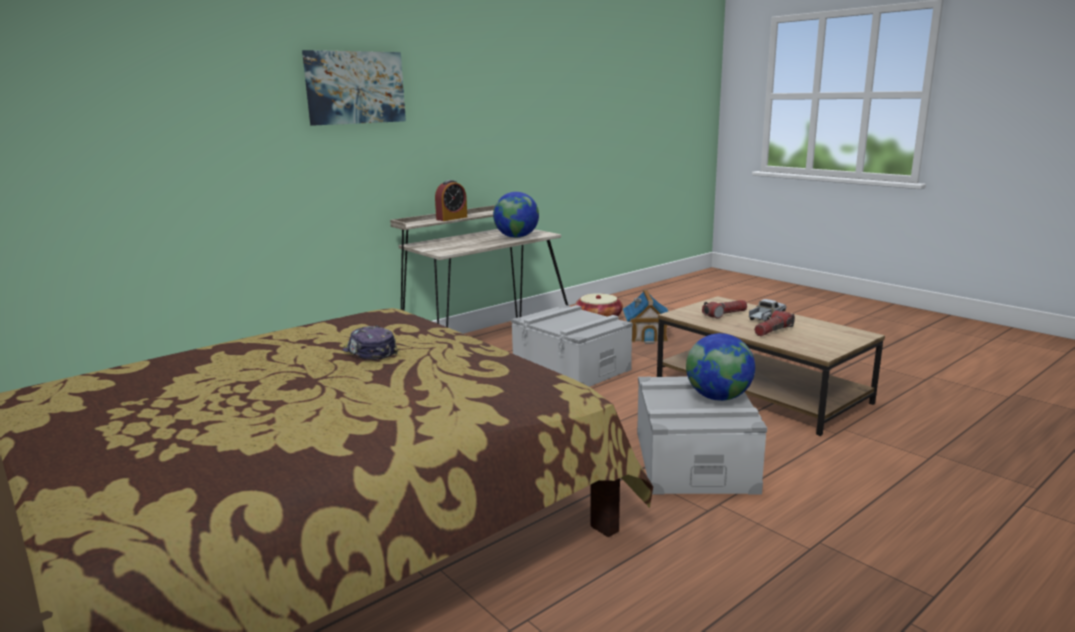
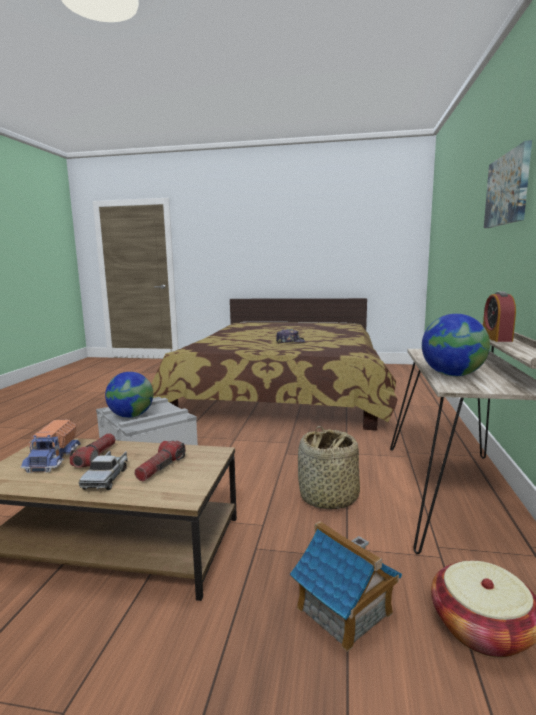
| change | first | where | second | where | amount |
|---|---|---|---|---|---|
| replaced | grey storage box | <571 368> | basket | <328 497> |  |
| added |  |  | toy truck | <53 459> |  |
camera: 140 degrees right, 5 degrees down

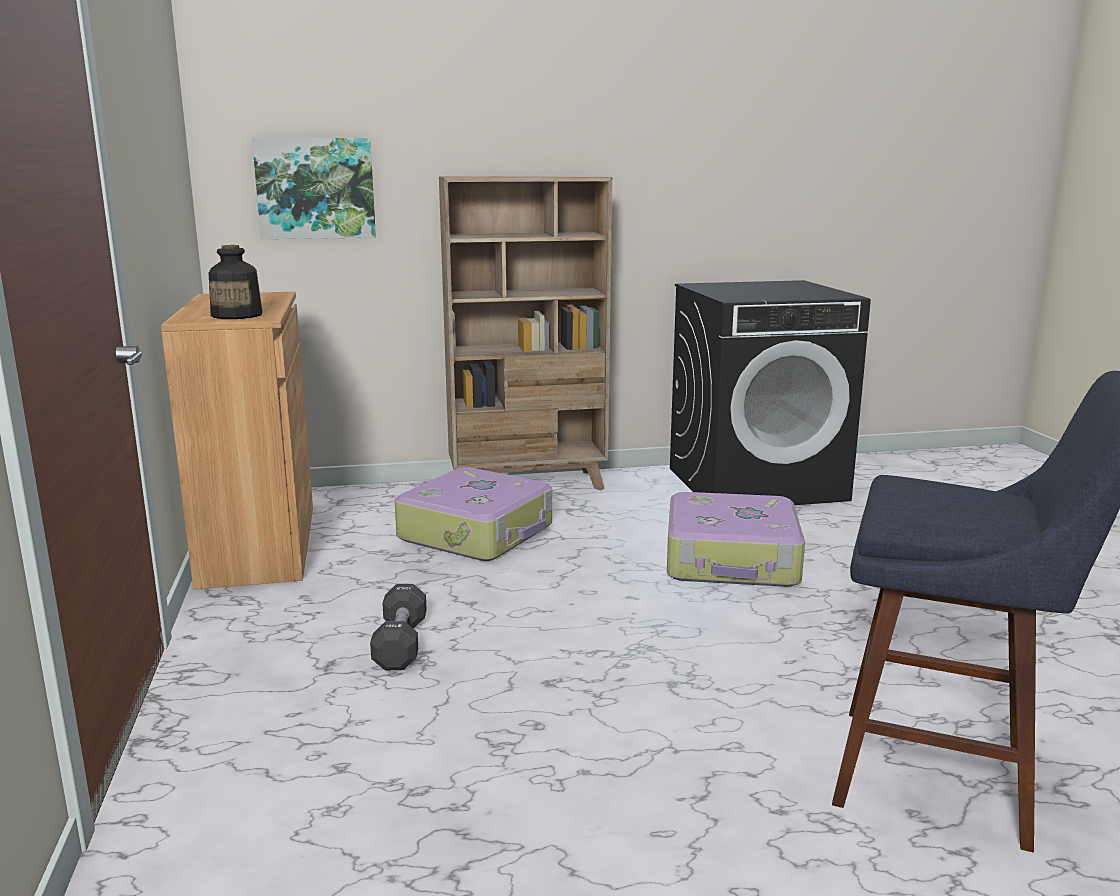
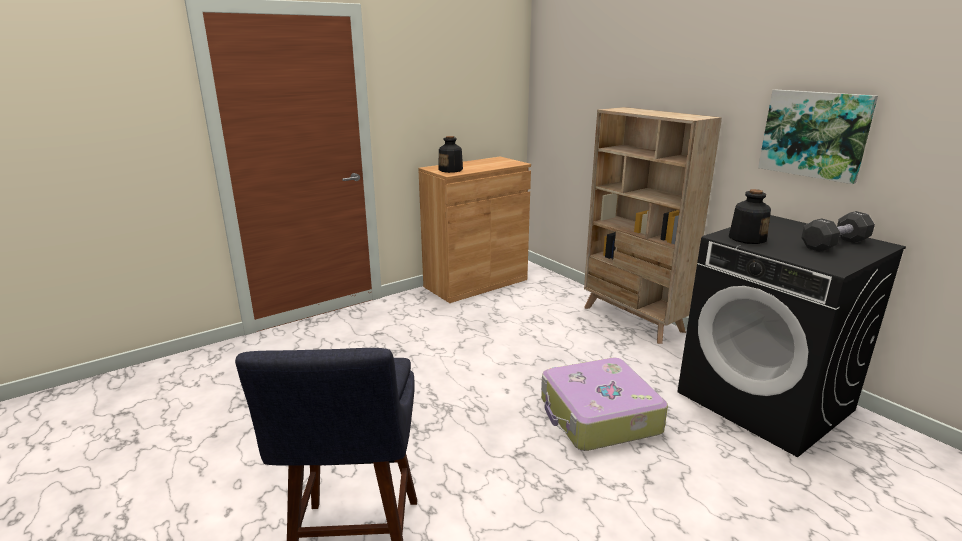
| change | first | where | second | where | amount |
|---|---|---|---|---|---|
| moved | picture | <315 188> |  | <814 134> |  |
| removed | suitcase | <478 532> |  |  |  |
| moved | black dumbbell | <400 644> |  | <834 244> |  |
| added |  |  | bottle | <746 238> |  |
camera: 65 degrees right, 5 degrees up

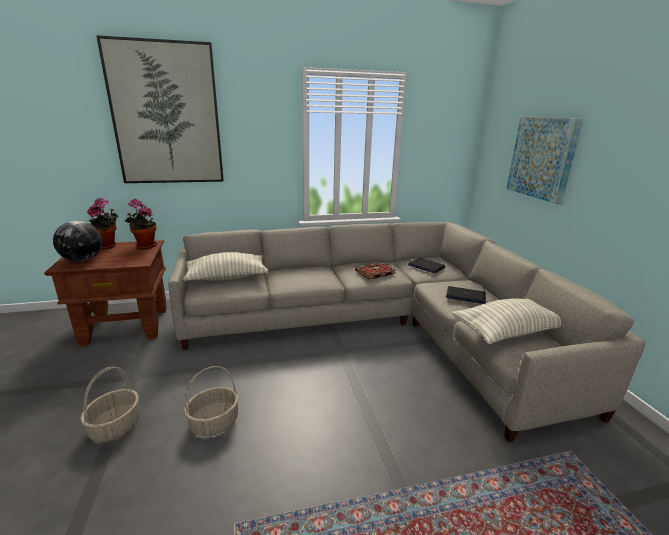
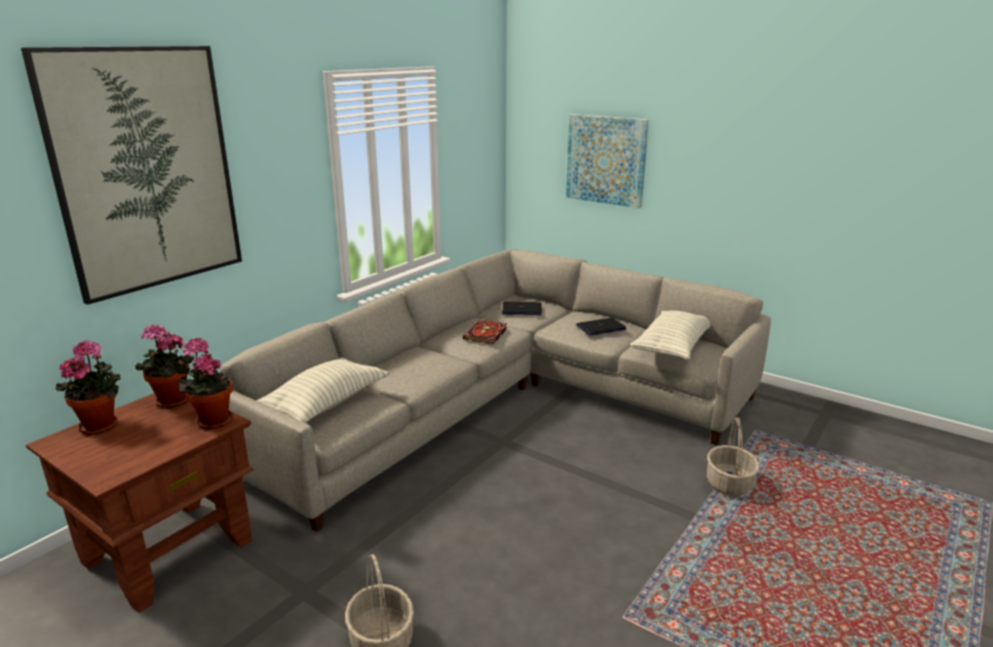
| change | first | where | second | where | amount |
|---|---|---|---|---|---|
| removed | globe | <83 260> |  |  |  |
| moved | basket | <214 423> |  | <730 484> |  |
| added |  |  | potted plant | <212 420> |  |
camera: 40 degrees left, 0 degrees up

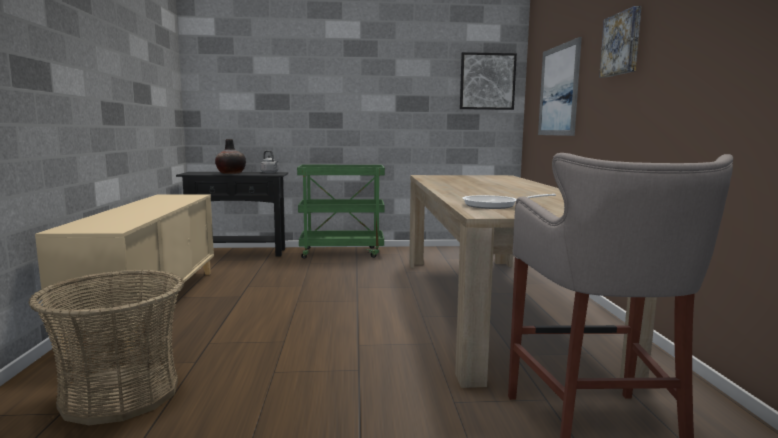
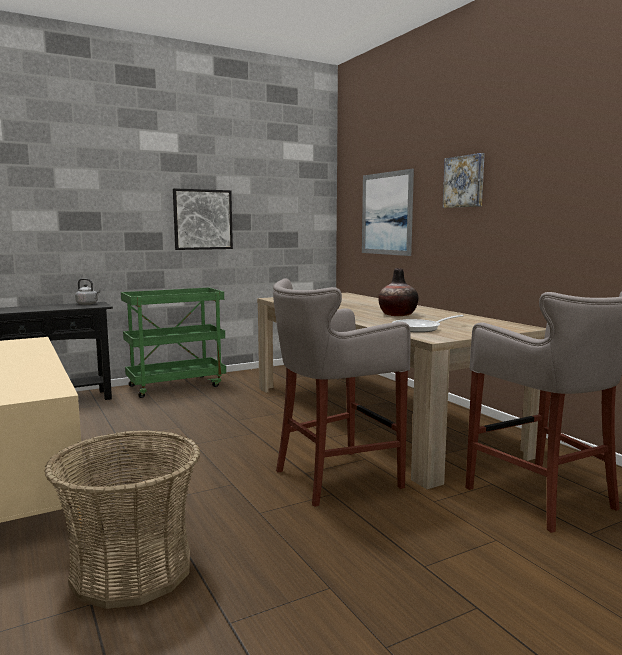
| change | first | where | second | where | amount |
|---|---|---|---|---|---|
| moved | picture | <487 81> |  | <202 219> |  |
| moved | vase | <231 173> |  | <397 315> |  |
| added |  |  | grey stool | <333 478> |  |
camera: 25 degrees left, 0 degrees up

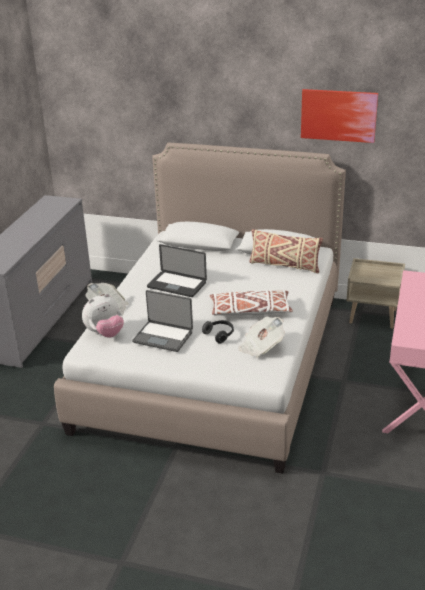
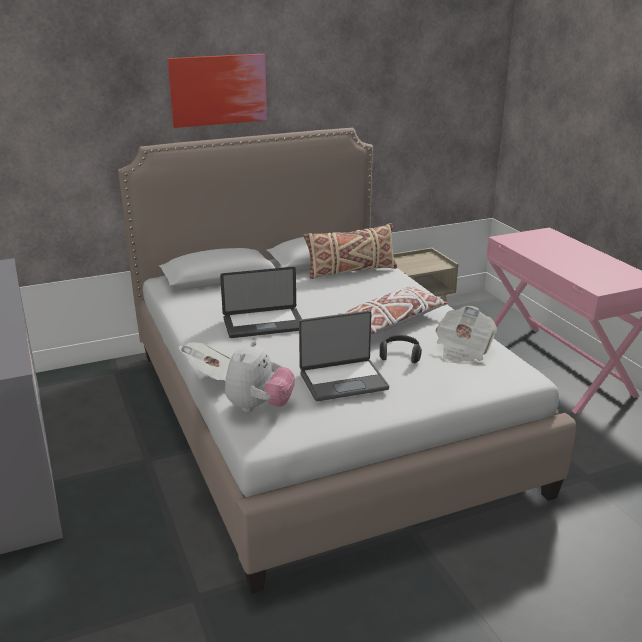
| change | first | where | second | where | amount |
|---|---|---|---|---|---|
| moved | picture | <338 115> |  | <218 90> |  |
camera: 40 degrees left, 5 degrees down

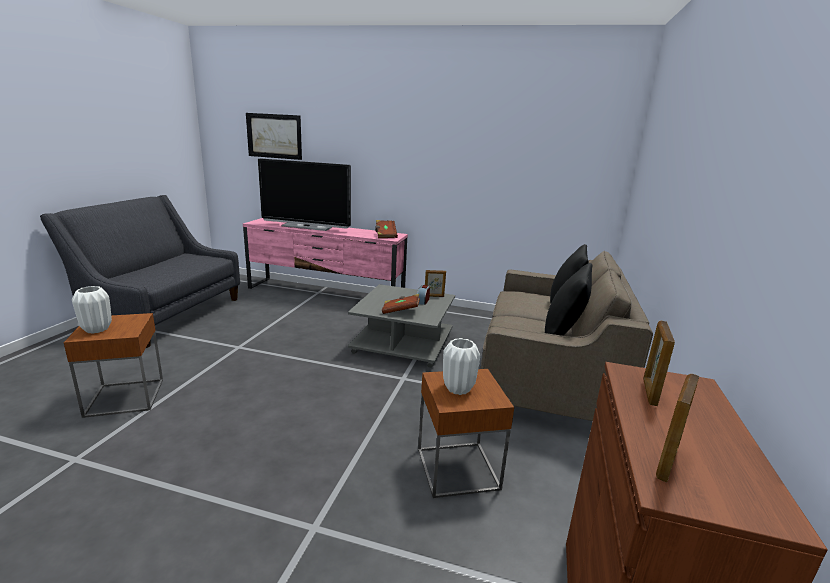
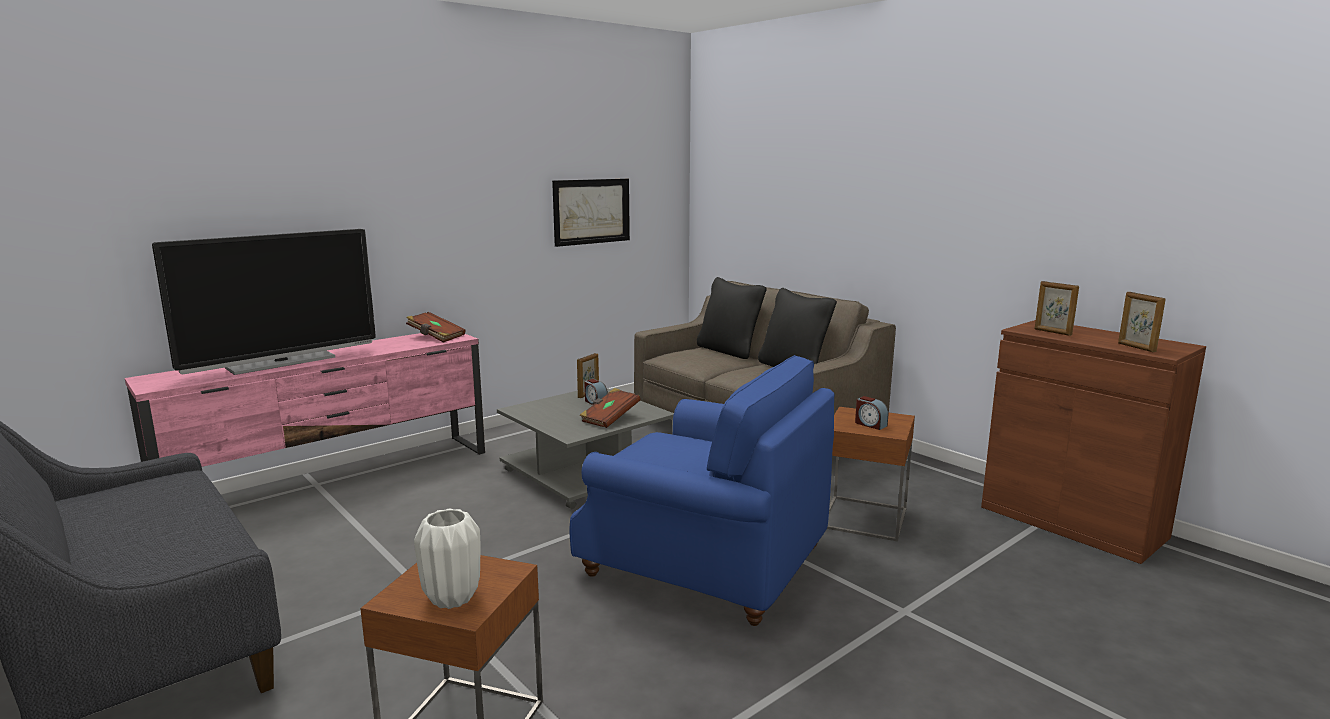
| change | first | where | second | where | amount |
|---|---|---|---|---|---|
| moved | picture | <274 136> |  | <591 211> |  |
| replaced | white vase | <458 389> | alarm clock | <870 424> |  |
| added |  |  | blue armchair | <706 561> |  |
camera: 55 degrees left, 5 degrees down

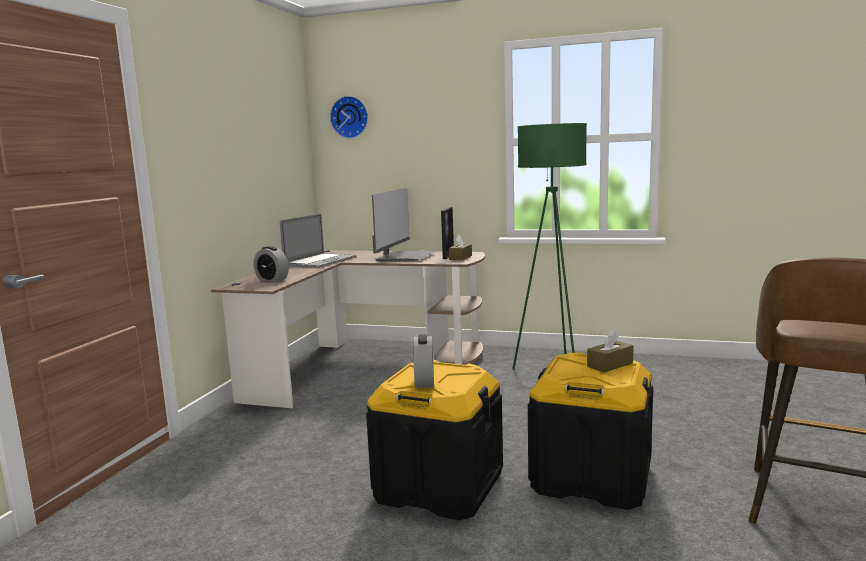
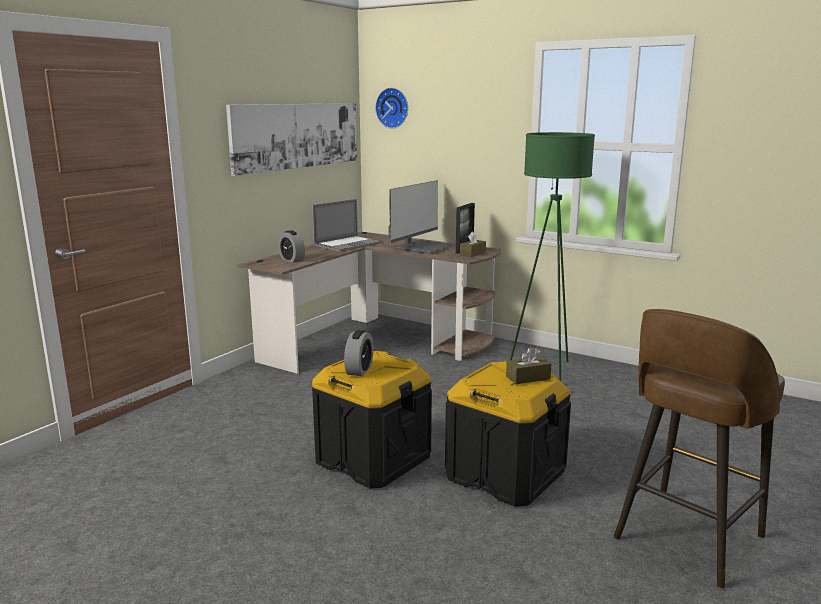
| change | first | where | second | where | amount |
|---|---|---|---|---|---|
| added |  |  | picture | <297 135> |  |
camera: 15 degrees right, 5 degrees up

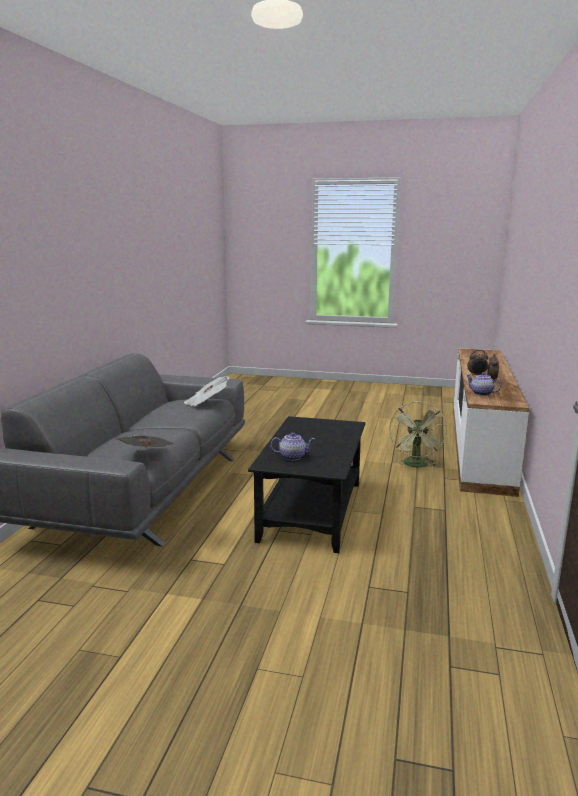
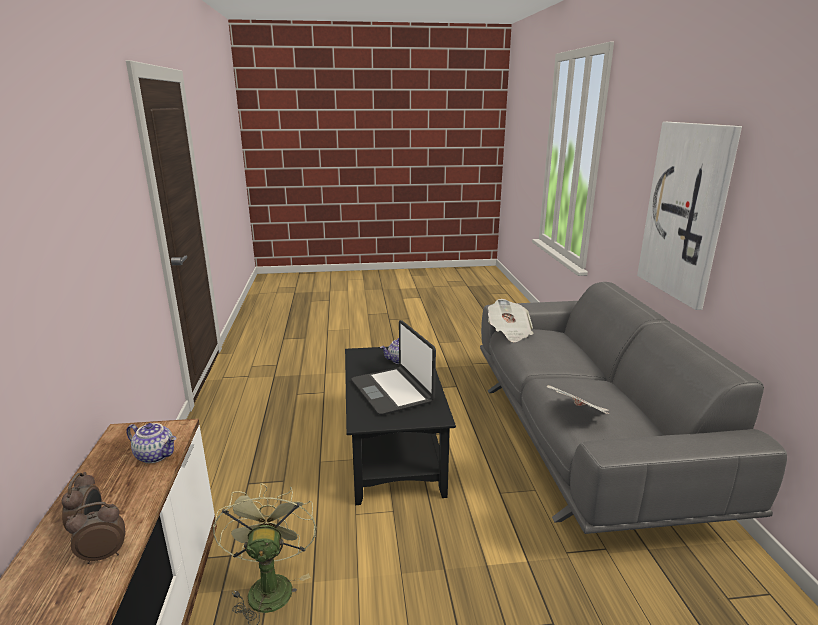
| change | first | where | second | where | amount |
|---|---|---|---|---|---|
| added |  |  | picture | <686 212> |  |
| added |  |  | laptop | <392 391> |  |
camera: 160 degrees right, 5 degrees up

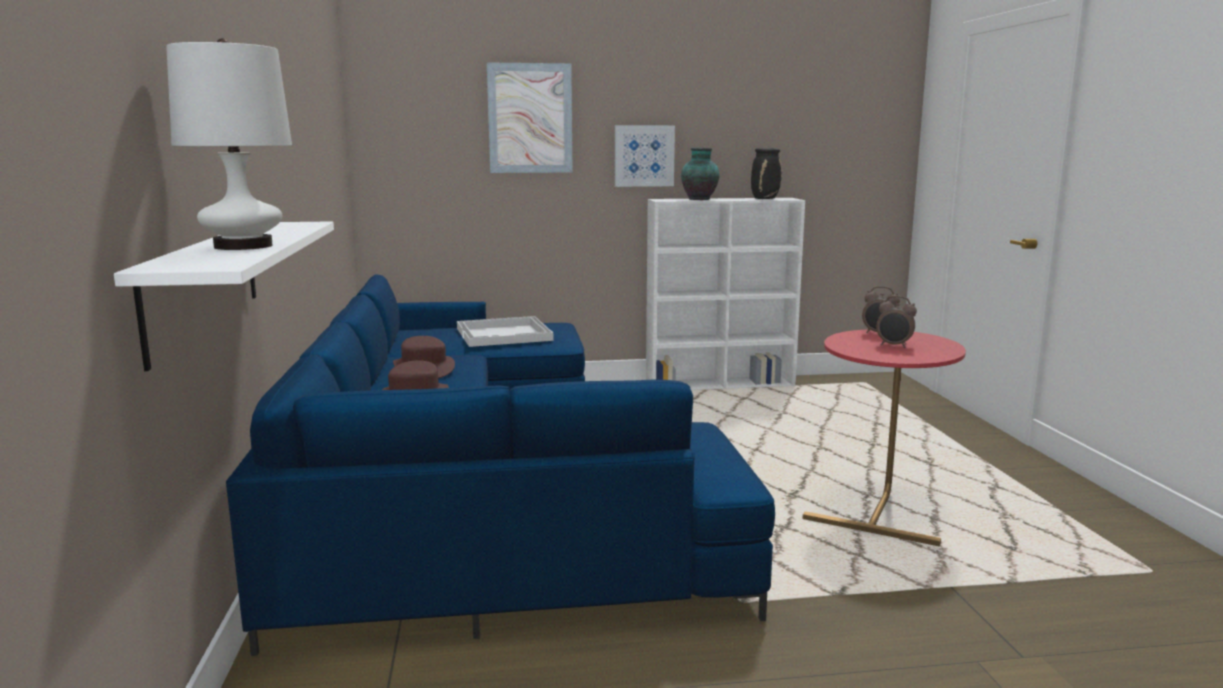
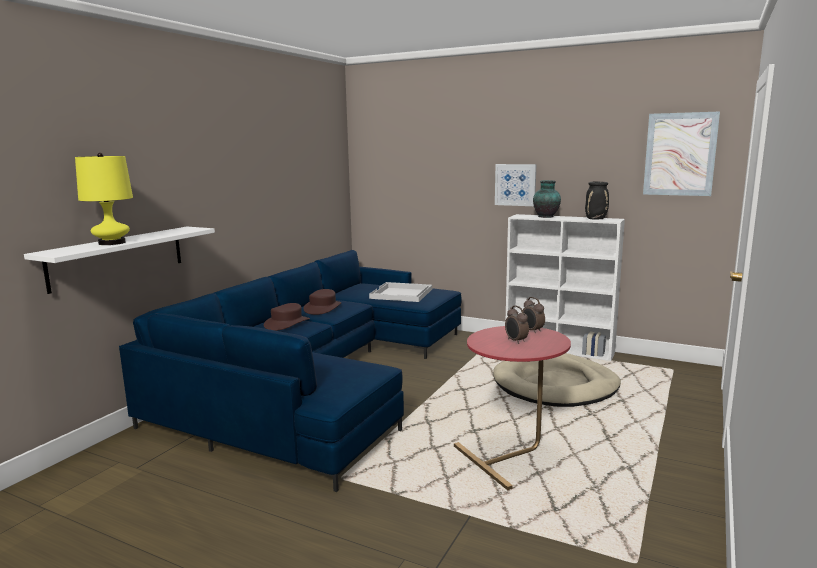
| change | first | where | second | where | amount |
|---|---|---|---|---|---|
| recoloured | white table lamp | <243 246> | yellow table lamp | <112 243> |  |
| moved | picture | <530 118> |  | <680 154> |  |
| added |  |  | beige dog bed | <555 385> |  |
camera: 35 degrees right, 0 degrees up

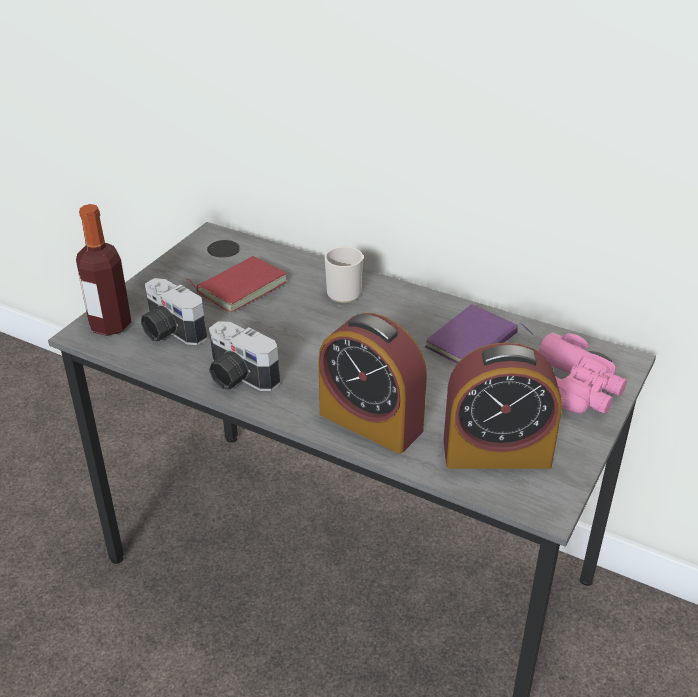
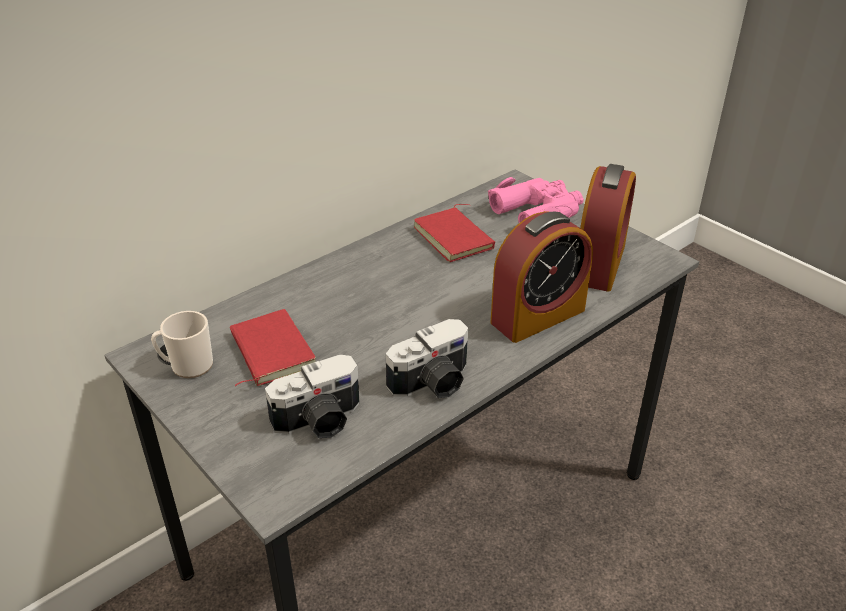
| change | first | where | second | where | amount |
|---|---|---|---|---|---|
| removed | bottle | <110 325> |  |  |  |
| moved | mug | <341 291> |  | <187 366> |  |
| recoloured | purple book | <473 343> | red book | <456 238> |  |
camera: 70 degrees left, 0 degrees up

